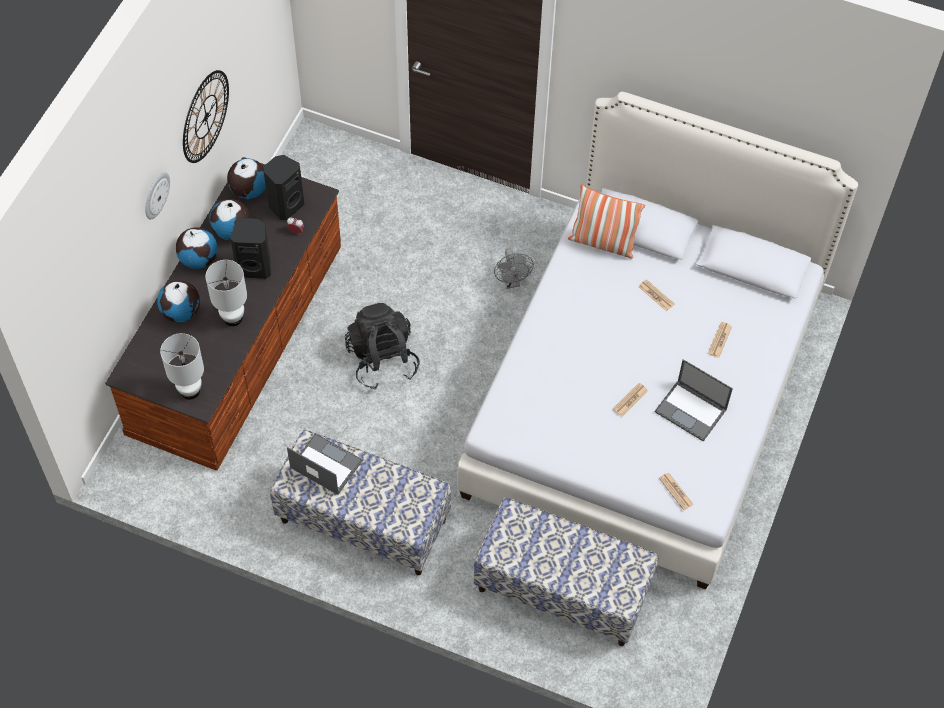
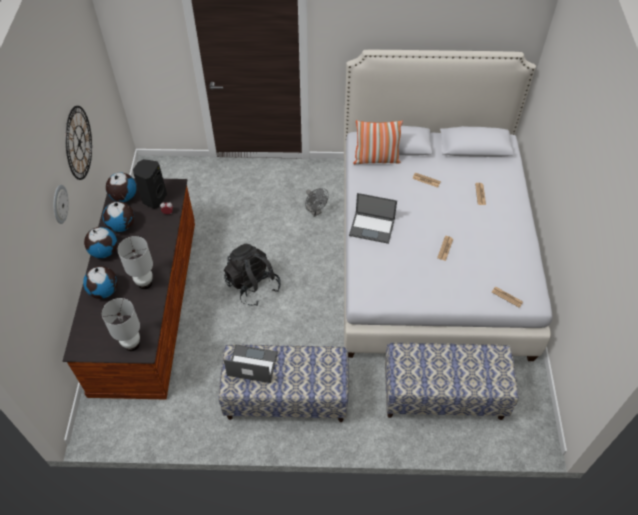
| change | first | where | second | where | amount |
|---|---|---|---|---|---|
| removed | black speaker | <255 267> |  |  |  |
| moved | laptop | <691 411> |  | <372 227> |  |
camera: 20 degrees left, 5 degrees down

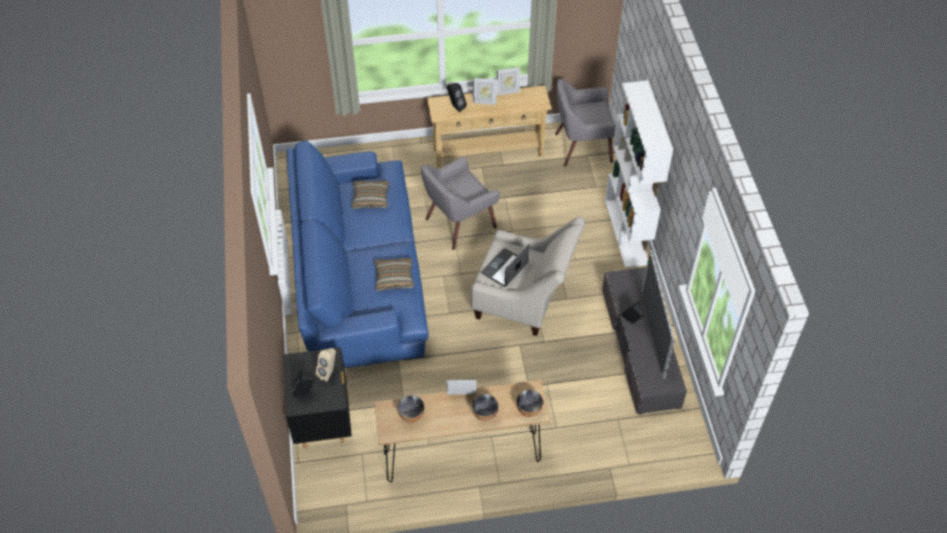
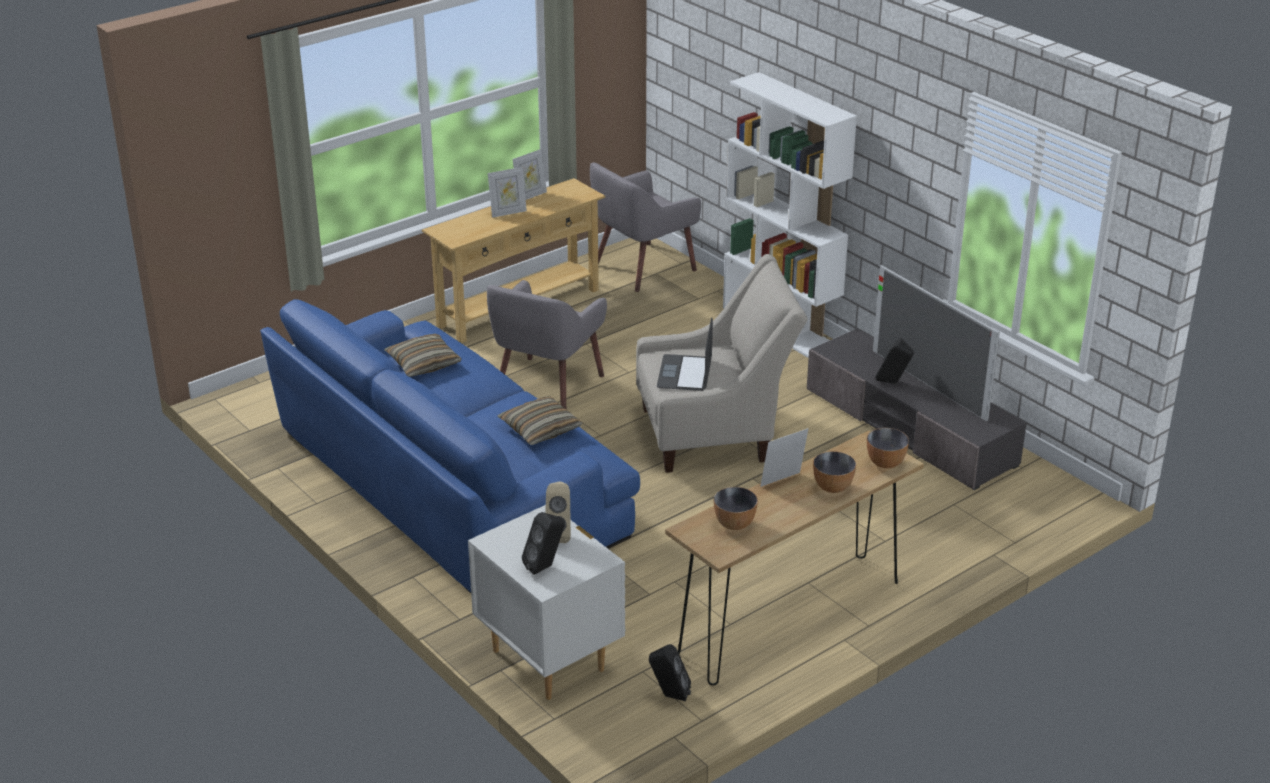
| change | first | where | second | where | amount |
|---|---|---|---|---|---|
| moved | black speaker | <455 107> |  | <669 696> |  |
| recoloured | black nightstand | <323 422> | white nightstand | <549 660> |  |
camera: 30 degrees left, 20 degrees down

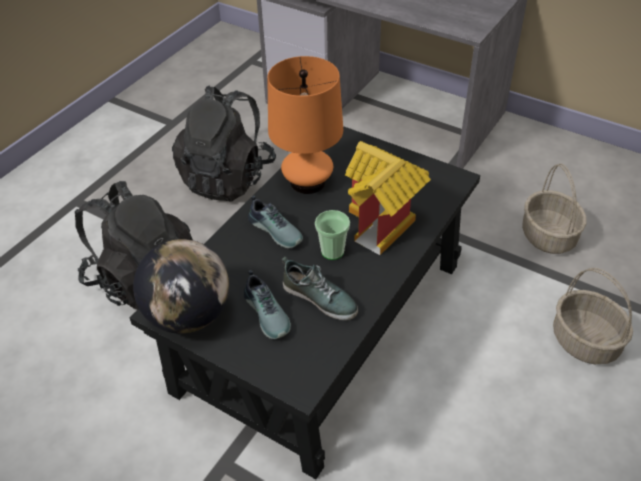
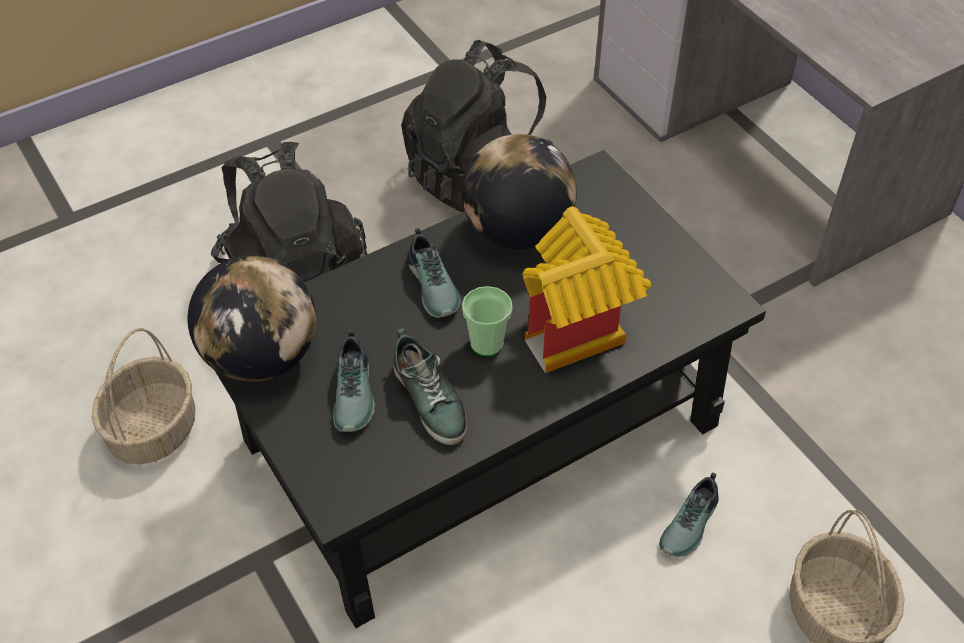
| change | first | where | second | where | amount |
|---|---|---|---|---|---|
| replaced | orange table lamp | <307 182> | globe | <517 231> |  |
| moved | basket | <549 236> |  | <153 431> |  |
| added |  |  | shoe | <691 524> |  |
camera: 25 degrees right, 5 degrees up

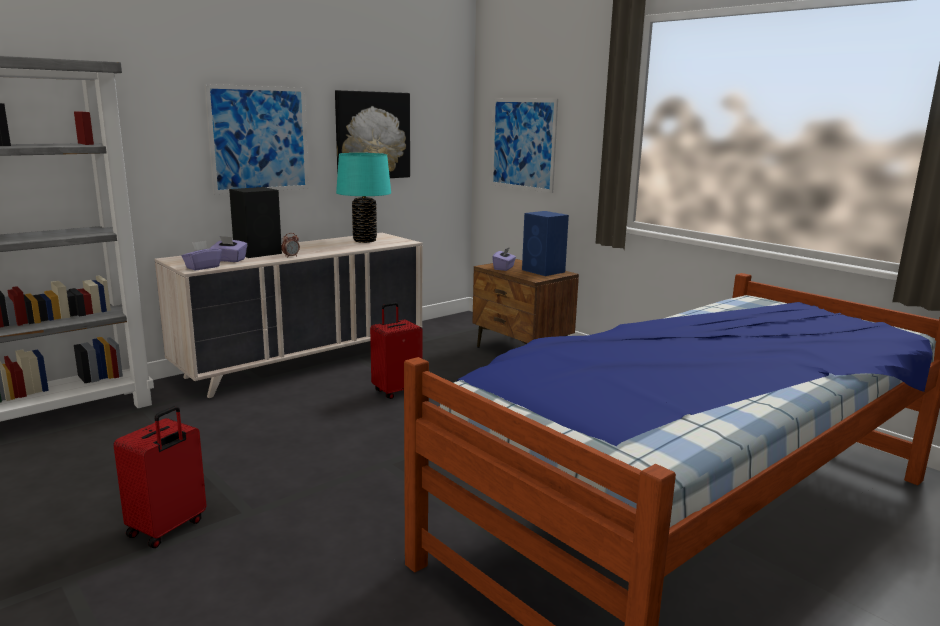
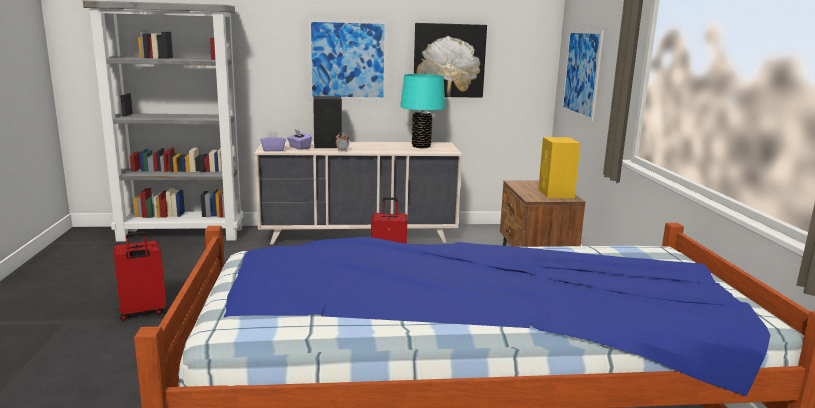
| change | first | where | second | where | amount |
|---|---|---|---|---|---|
| recoloured | blue speaker | <544 271> | yellow speaker | <556 194> |  |
| removed | purple tissue box | <504 268> |  |  |  |
camera: 35 degrees right, 0 degrees up

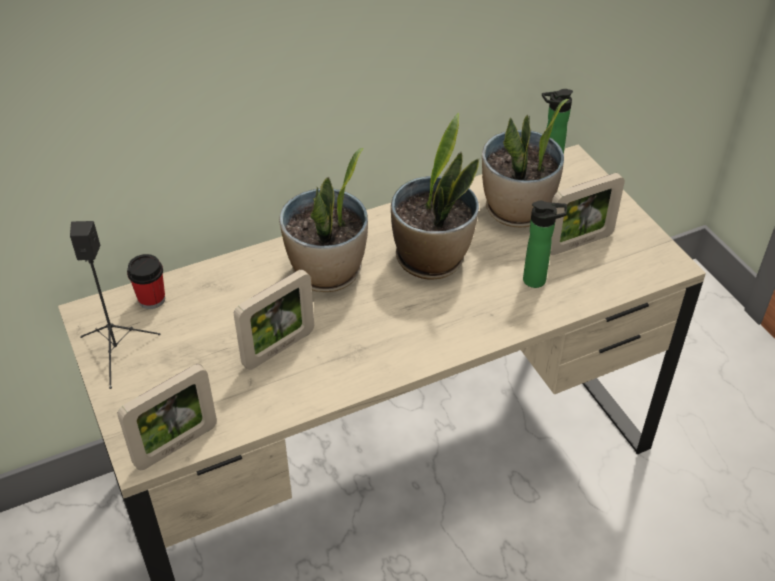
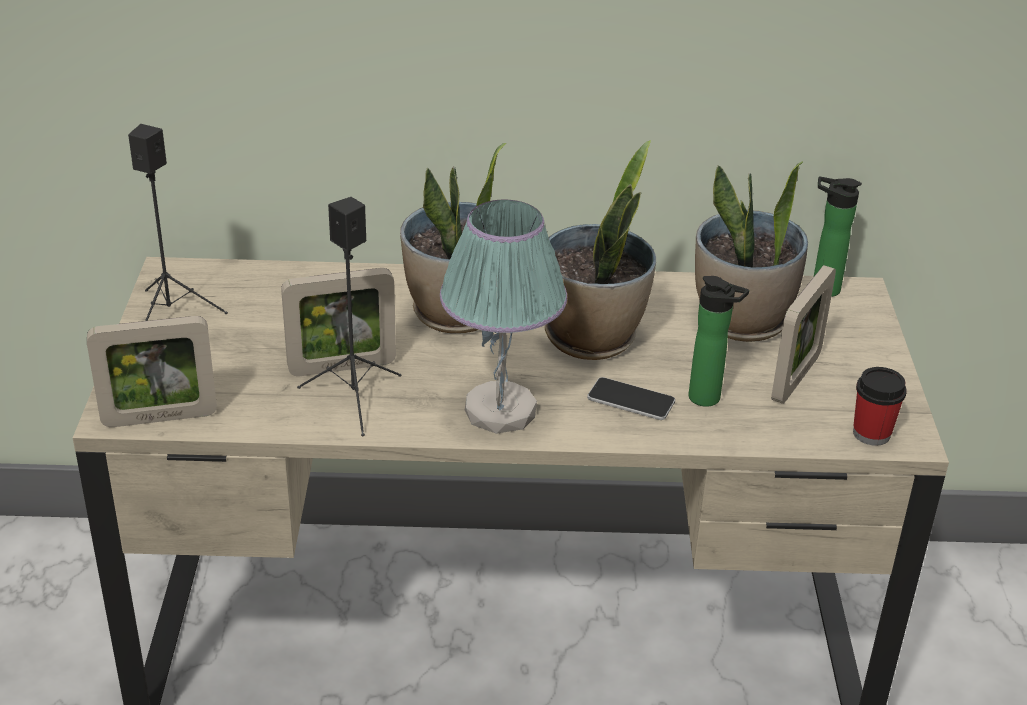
| change | first | where | second | where | amount |
|---|---|---|---|---|---|
| turned | picture frame | <579 243> |  | <796 378> | 60 degrees counterclockwise |
| moved | cup | <152 299> |  | <871 433> |  |
| added |  |  | black speaker | <354 399> |  |
| added |  |  | table lamp | <501 412> |  |
| added |  |  | phone | <631 400> |  |
camera: 25 degrees right, 10 degrees down

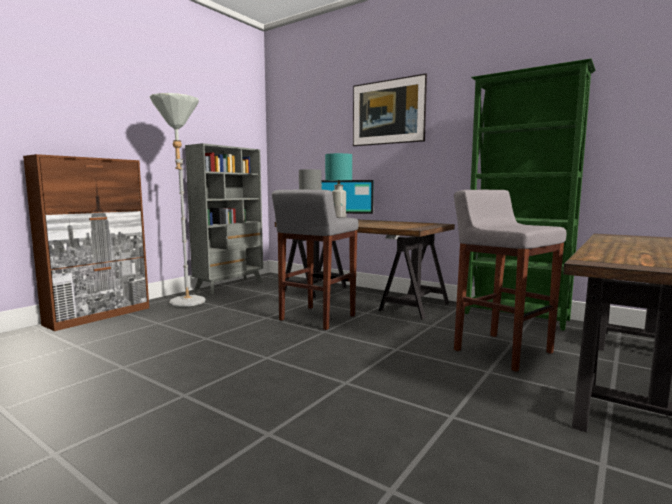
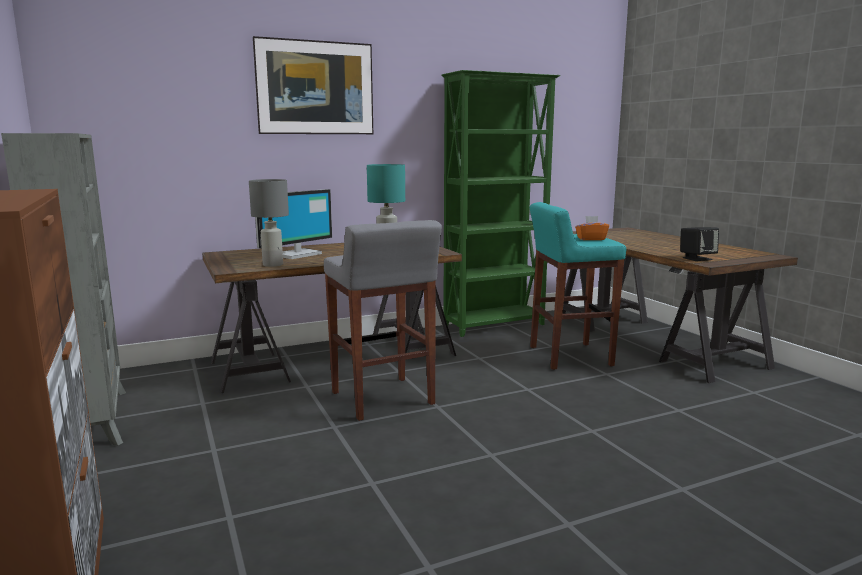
| change | first | where | second | where | amount |
|---|---|---|---|---|---|
| removed | grey floor lamp | <186 304> |  |  |  |
| recoloured | grey stool | <501 351> | turquoise stool | <568 356> |  |
| added |  |  | orange tissue box | <591 239> |  |
| added |  |  | black speaker | <697 258> |  |
camera: 60 degrees left, 5 degrees up

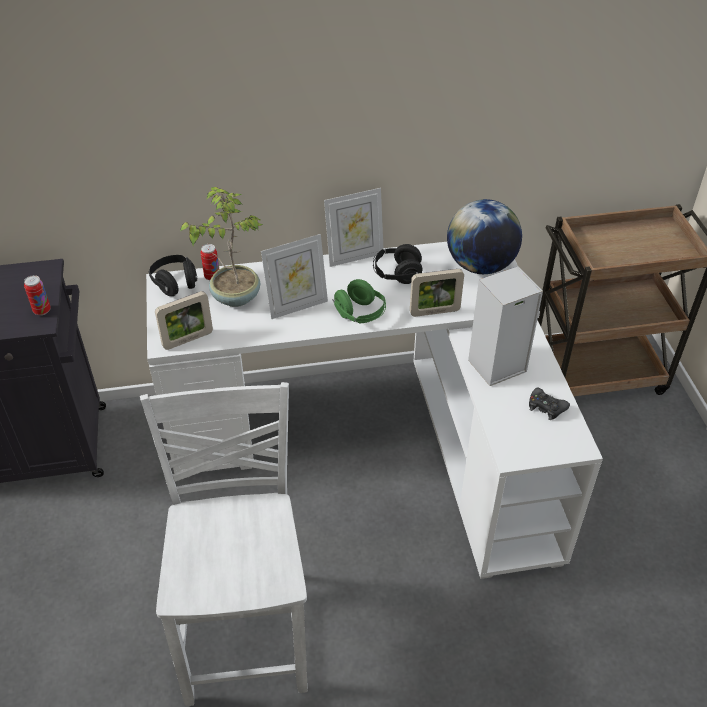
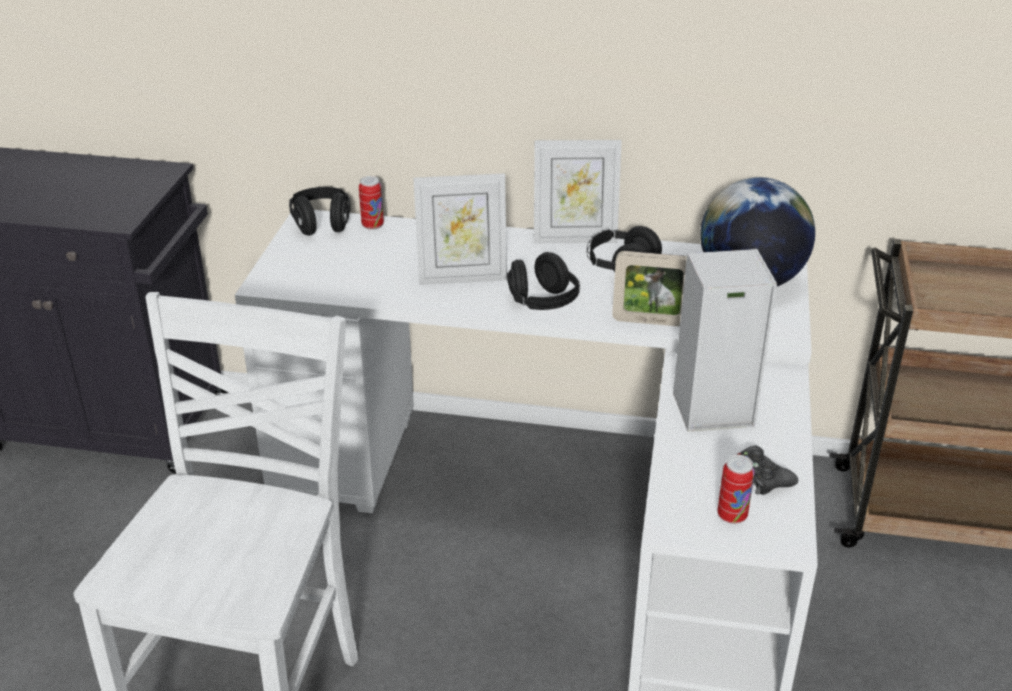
| change | first | where | second | where | amount |
|---|---|---|---|---|---|
| removed | potted plant | <235 296> |  |  |  |
| moved | can | <42 310> |  | <732 516> |  |
| recoloured | green headphones | <360 314> | black headphones | <542 303> |  |
| removed | picture frame | <188 340> |  |  |  |
camera: 20 degrees right, 10 degrees down

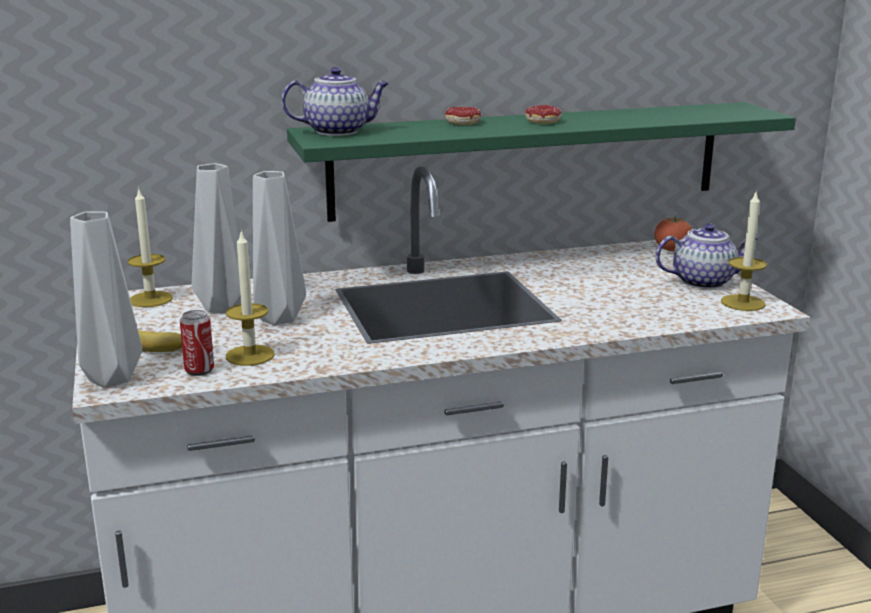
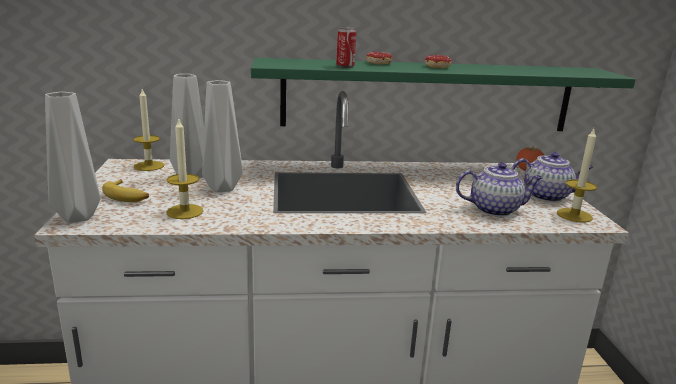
| change | first | where | second | where | amount |
|---|---|---|---|---|---|
| moved | teapot | <338 131> |  | <495 209> |  |
| moved | can | <199 370> |  | <345 66> |  |
camera: 10 degrees right, 0 degrees up

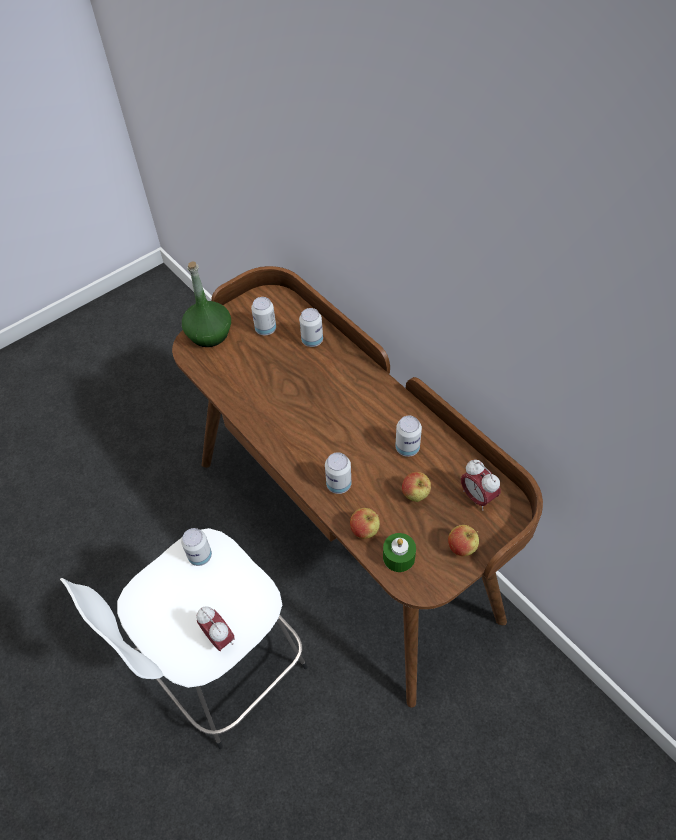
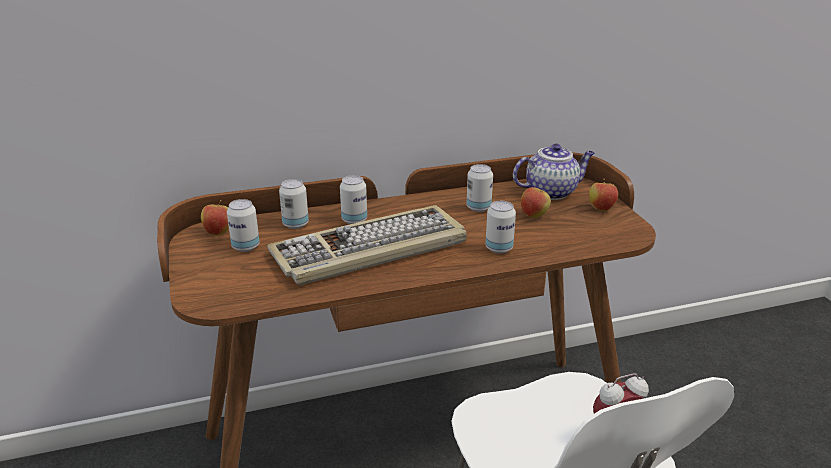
| change | first | where | second | where | amount |
|---|---|---|---|---|---|
| removed | green bottle | <209 334> |  |  |  |
| replaced | alarm clock | <477 497> | teapot | <552 192> |  |
| moved | apple | <365 531> |  | <218 232> |  |
| moved | can | <200 556> |  | <354 220> |  |
| removed | green candle | <398 557> |  |  |  |
| added |  |  | keyboard | <369 250> |  |
camera: 70 degrees left, 25 degrees down

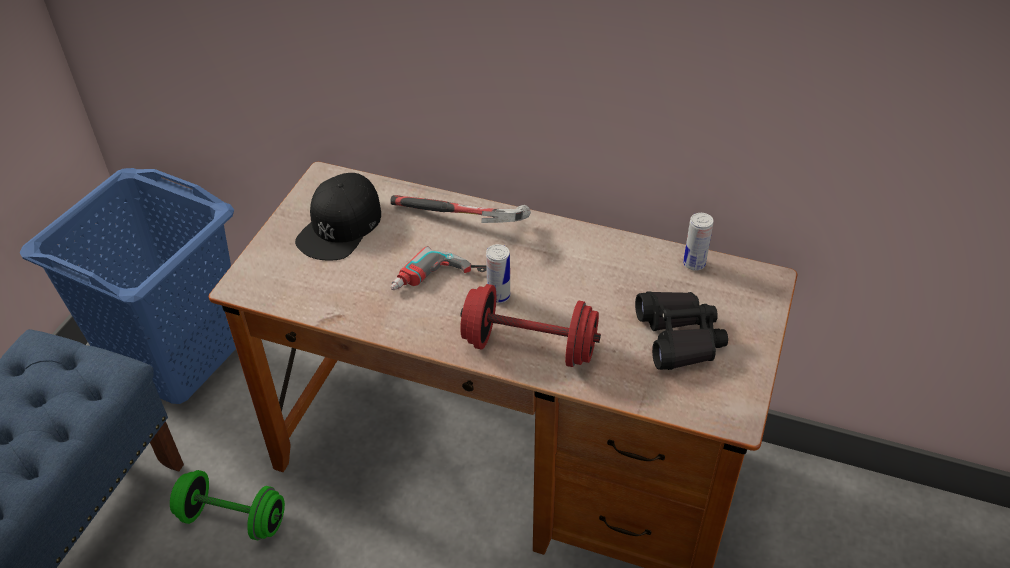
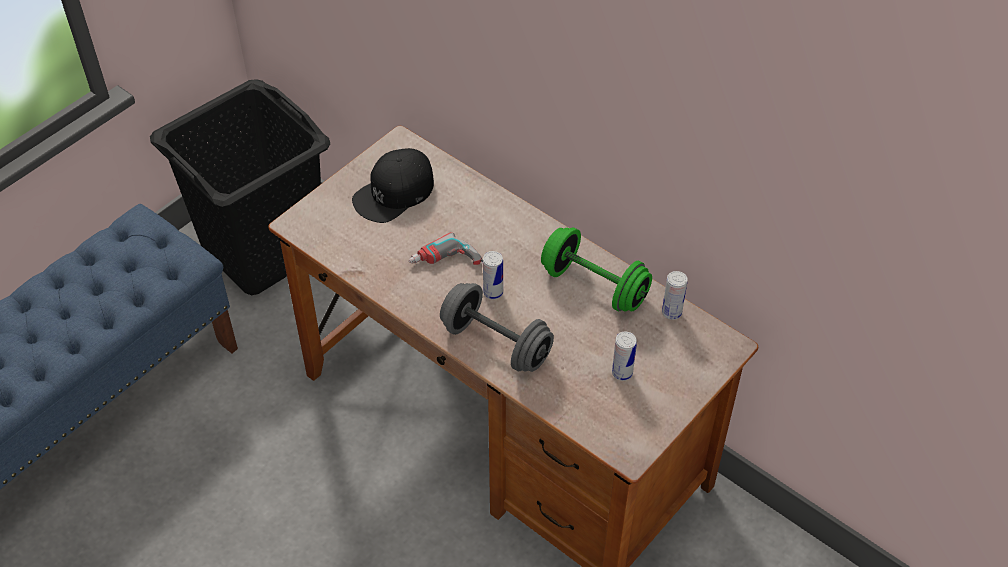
| change | first | where | second | where | amount |
|---|---|---|---|---|---|
| recoloured | blue laundry basket | <177 354> | black laundry basket | <264 250> |  |
| removed | hammer | <461 223> |  |  |  |
| recoloured | red dumbbell | <529 347> | grey dumbbell | <496 343> |  |
| replaced | black binoculars | <679 337> | can | <622 373> |  |
| moved | green dumbbell | <233 519> |  | <594 286> |  |
camera: 20 degrees right, 5 degrees up

